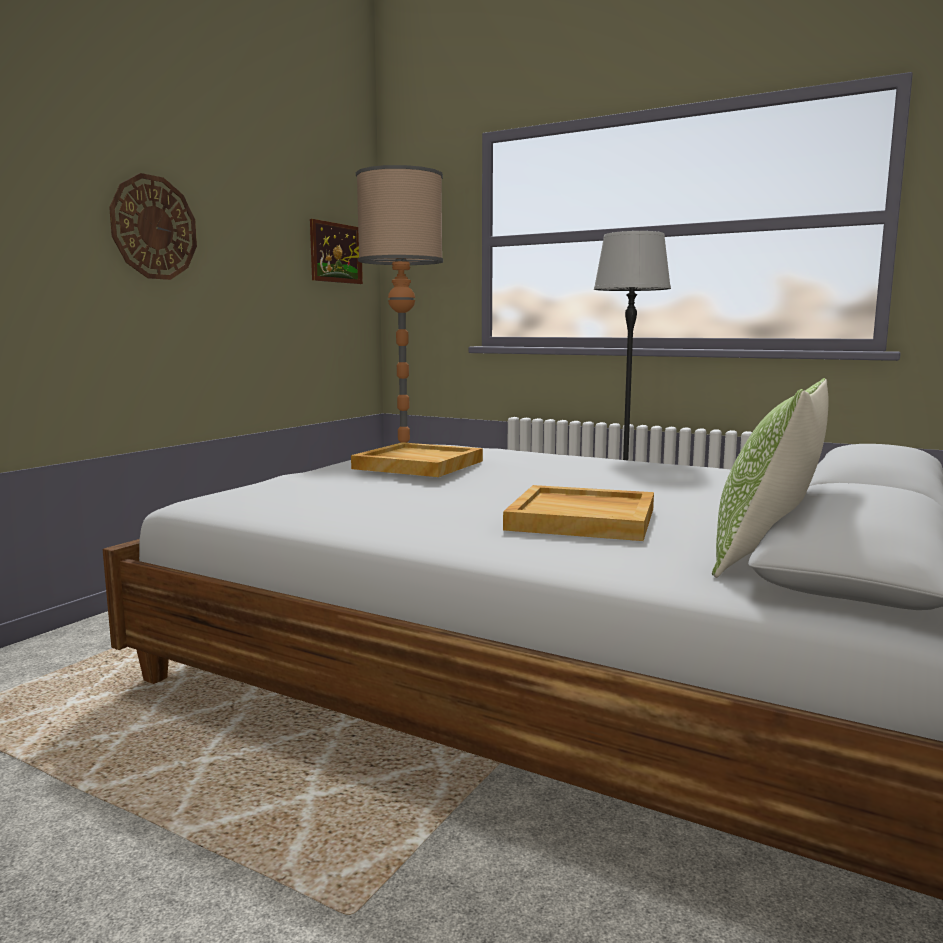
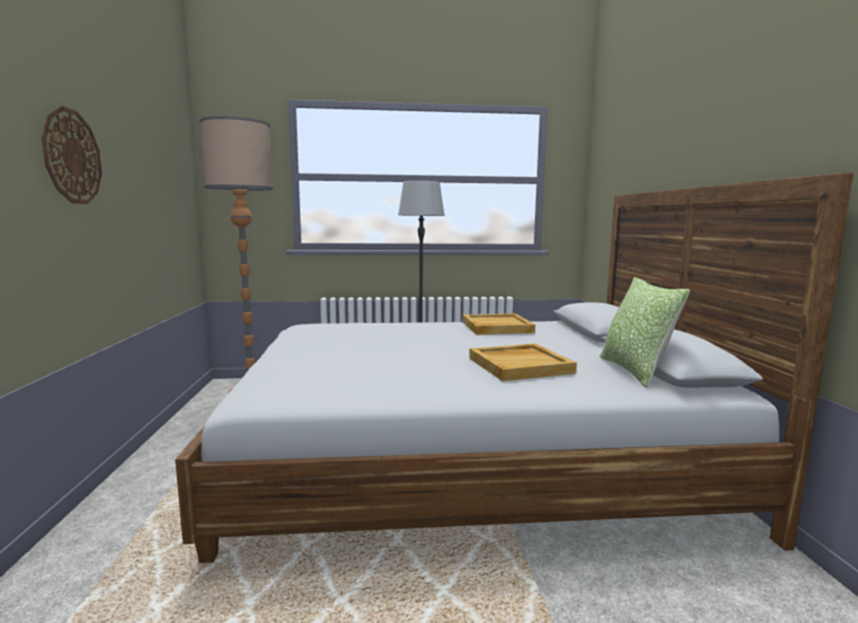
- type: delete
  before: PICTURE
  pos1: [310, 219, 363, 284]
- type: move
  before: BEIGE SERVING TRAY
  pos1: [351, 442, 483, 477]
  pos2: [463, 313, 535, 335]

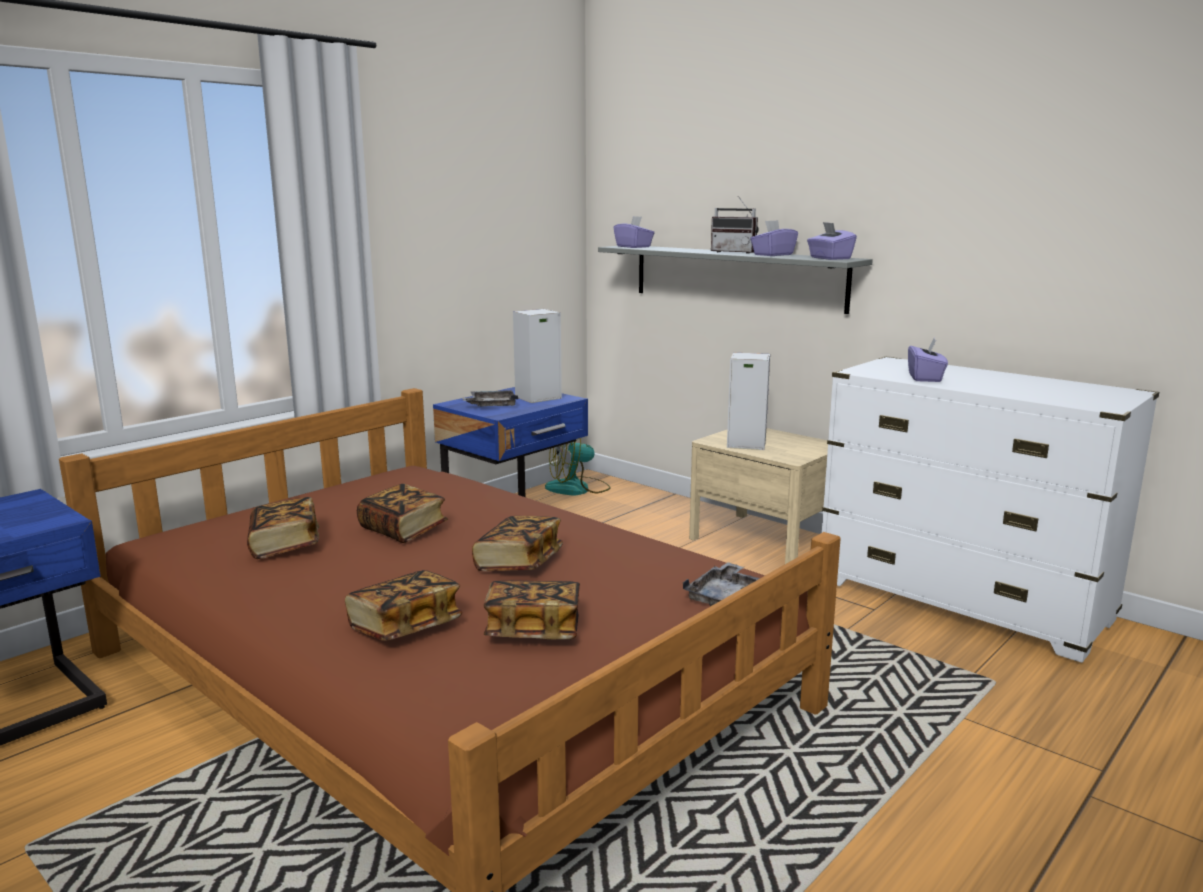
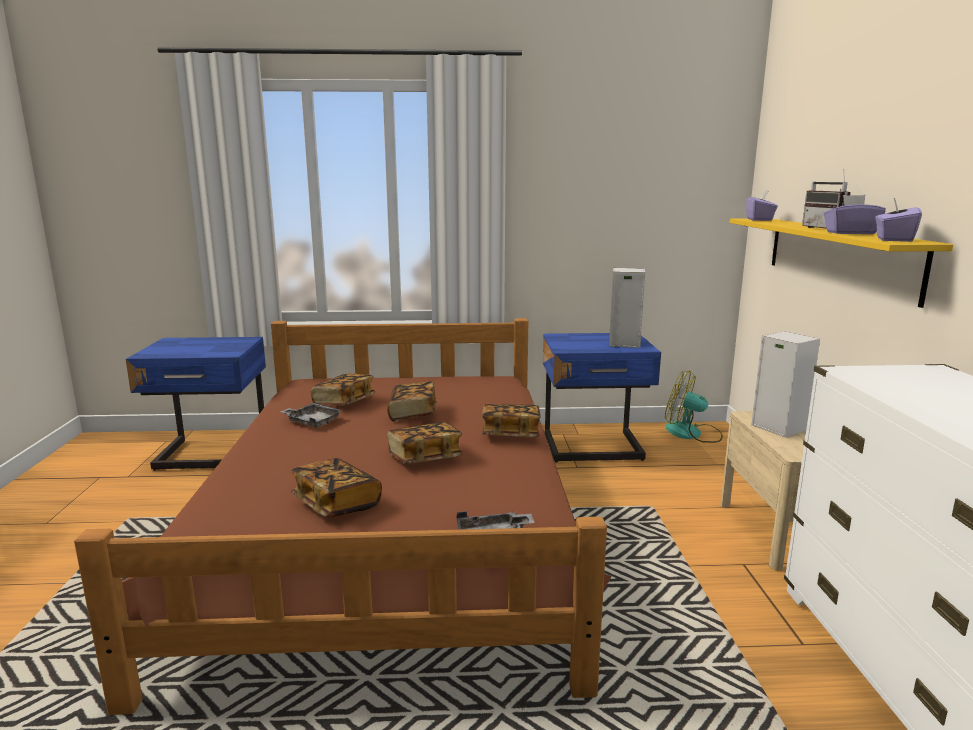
- type: move
  before: VOLUME
  pos1: [345, 570, 462, 641]
  pos2: [482, 404, 541, 437]
- type: move
  before: GREYISH SERVING TRAY
  pos1: [462, 390, 518, 406]
  pos2: [279, 403, 343, 428]
- type: recolor
  before: GREYISH WALL SHELF
  after: YELLOWISH WALL SHELF
  pos1: [598, 246, 873, 314]
  pos2: [729, 219, 953, 308]
- type: delete
  before: PURPLE TISSUE BOX
  pos1: [908, 339, 948, 382]

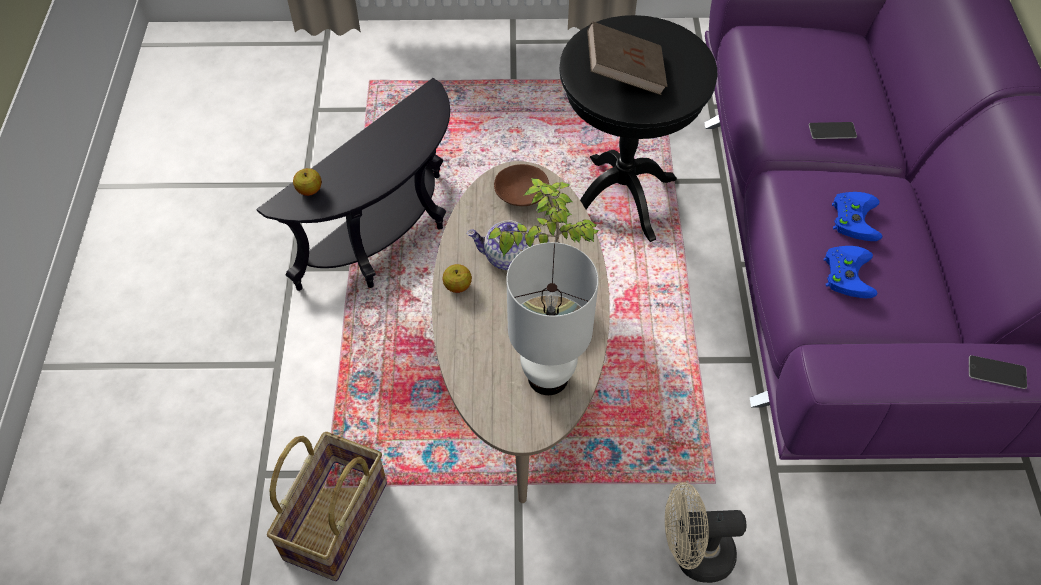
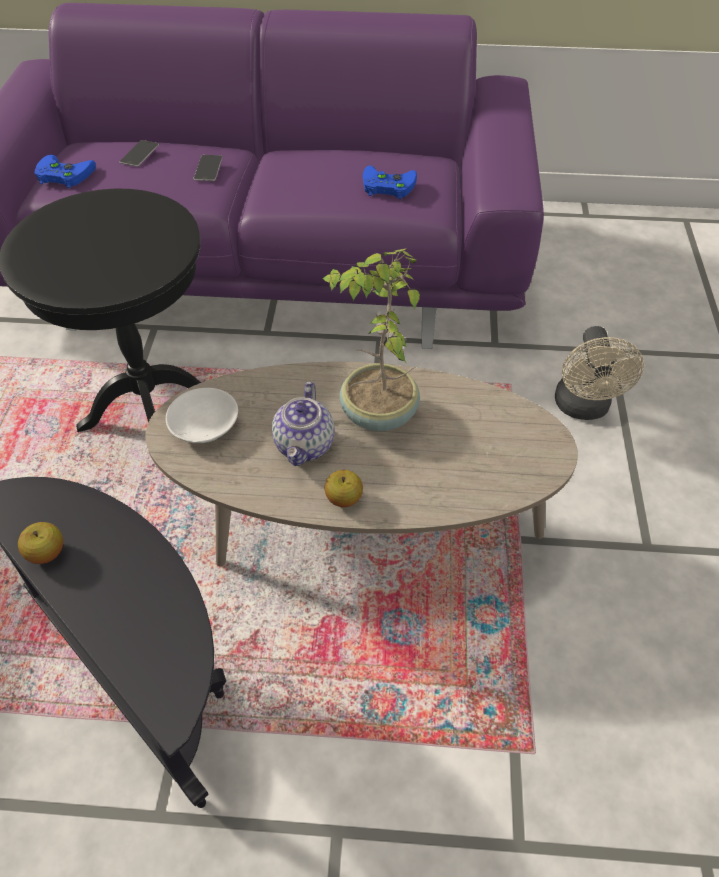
- type: delete
  before: BASKET
  pos1: [267, 432, 387, 581]
- type: move
  before: APPLE FRUIT
  pos1: [293, 168, 322, 196]
  pos2: [18, 522, 63, 564]
- type: recolor
  before: BROWN-COLOURED SERVING BOWL
  after: WHITE SERVING BOWL
  pos1: [494, 164, 549, 206]
  pos2: [166, 388, 238, 443]
- type: delete
  before: WHITE LAMP FOR A TABLE
  pos1: [506, 242, 599, 395]
- type: delete
  before: BROWN-COLOURED VOLUME
  pos1: [587, 22, 667, 95]
- type: move
  before: BLUE GAMEPAD
  pos1: [832, 192, 882, 241]
  pos2: [35, 155, 96, 188]
- type: move
  before: PHONE
  pos1: [969, 355, 1027, 389]
  pos2: [119, 140, 159, 167]

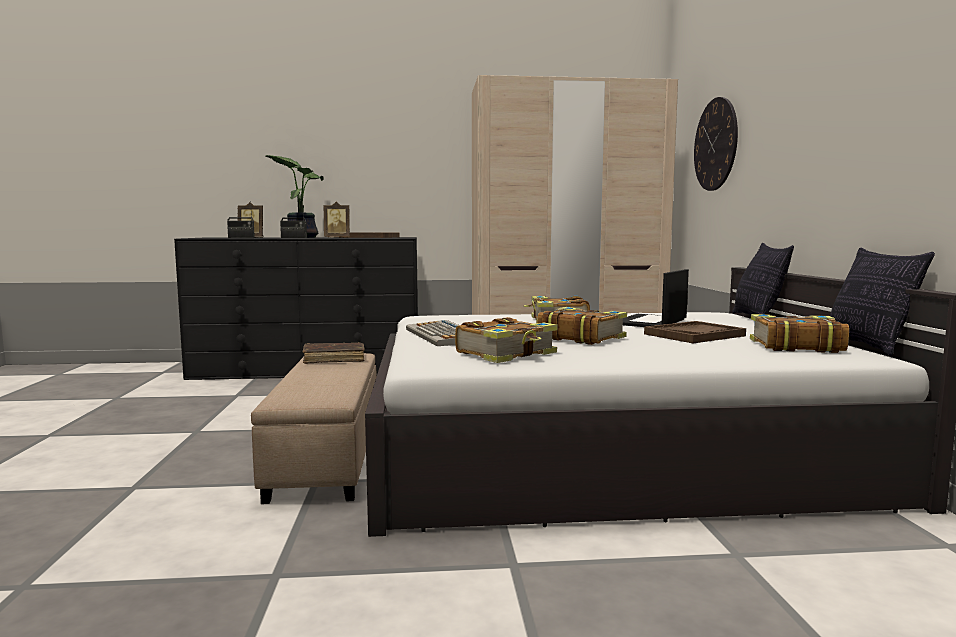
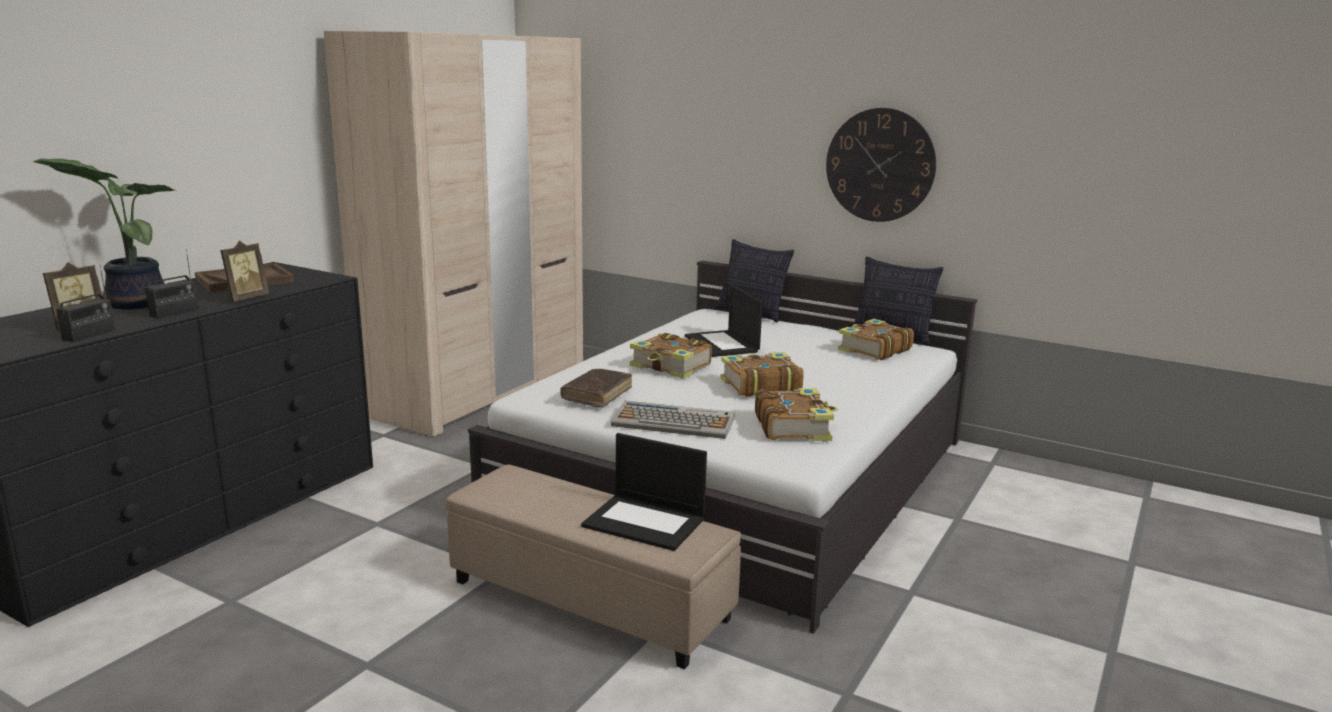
- type: move
  before: BROWN-COLOURED VOLUME
  pos1: [303, 342, 365, 364]
  pos2: [560, 369, 632, 408]
- type: delete
  before: BROWN-COLOURED SERVING TRAY
  pos1: [644, 321, 746, 343]
- type: move
  before: CLOCK ON THE WALL
  pos1: [694, 97, 738, 191]
  pos2: [826, 108, 936, 222]
- type: insert
  after: NOTEBOOK COMPUTER
  pos2: [581, 433, 707, 551]

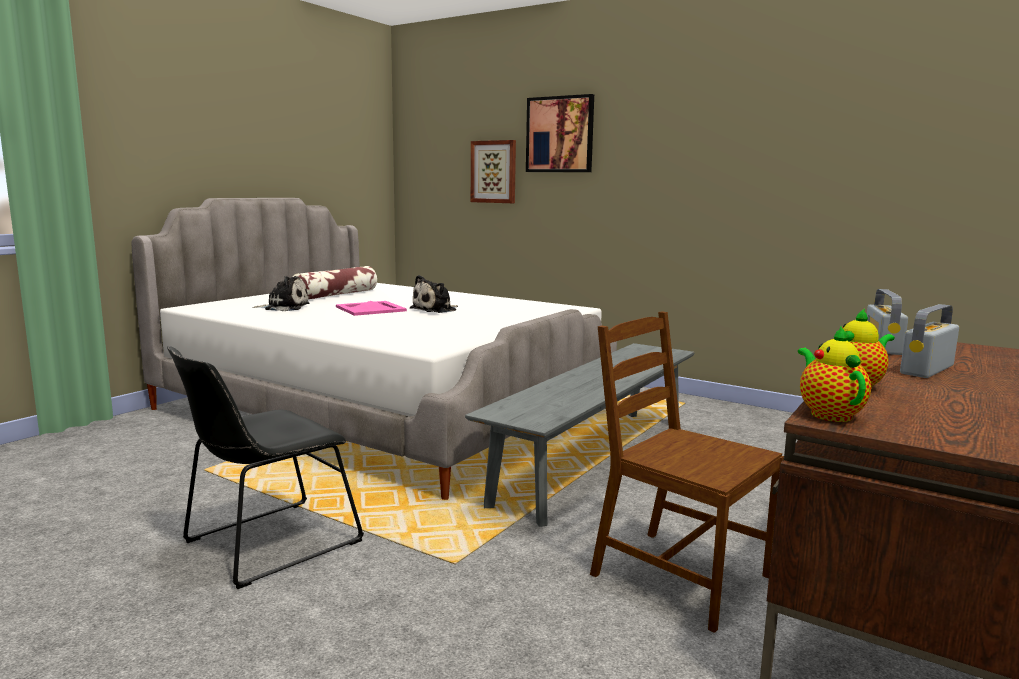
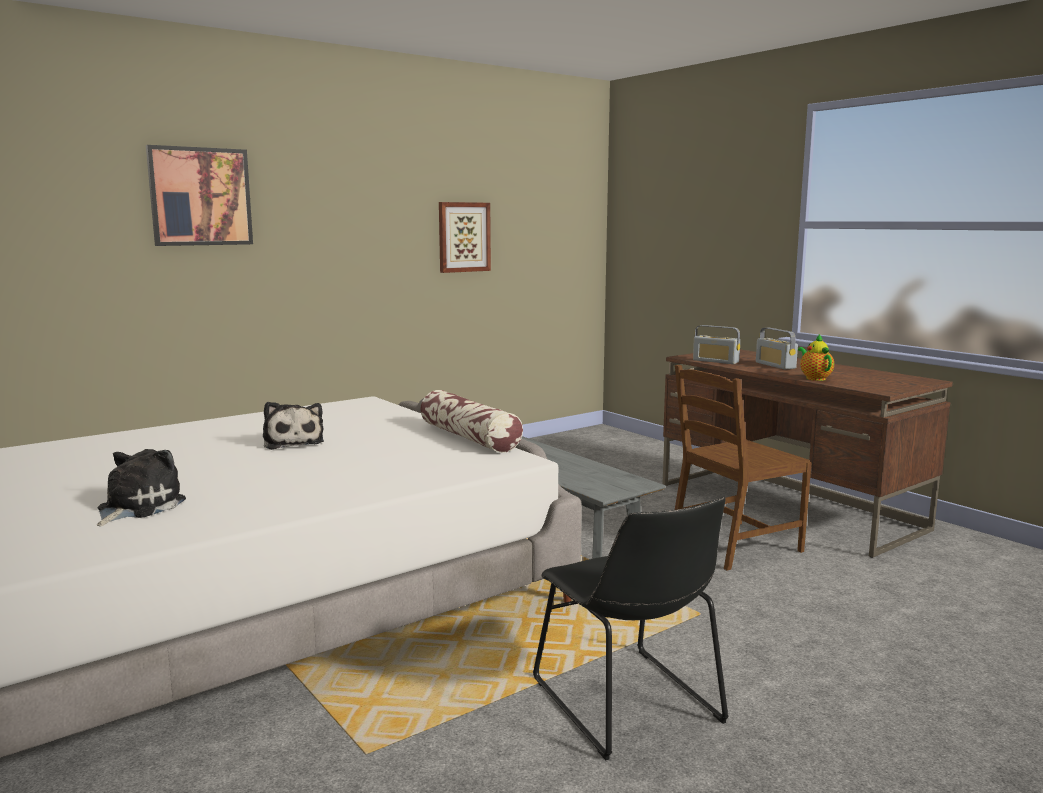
- type: move
  before: PILLOW
  pos1: [292, 266, 377, 299]
  pos2: [420, 390, 523, 453]
- type: delete
  before: PINK SERVING TRAY
  pos1: [336, 301, 407, 316]
- type: move
  before: PICTURE
  pos1: [471, 140, 516, 203]
  pos2: [439, 202, 491, 273]
- type: delete
  before: TEA POT
  pos1: [798, 326, 871, 422]

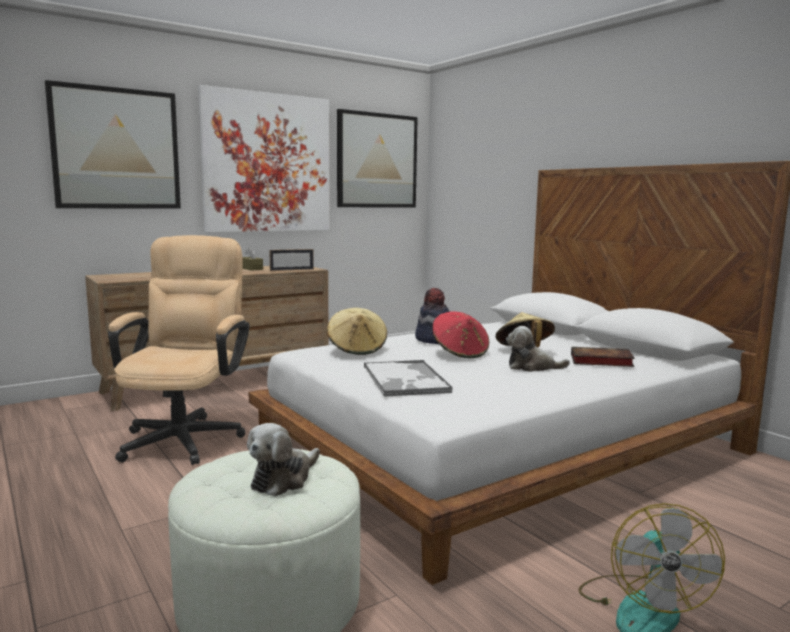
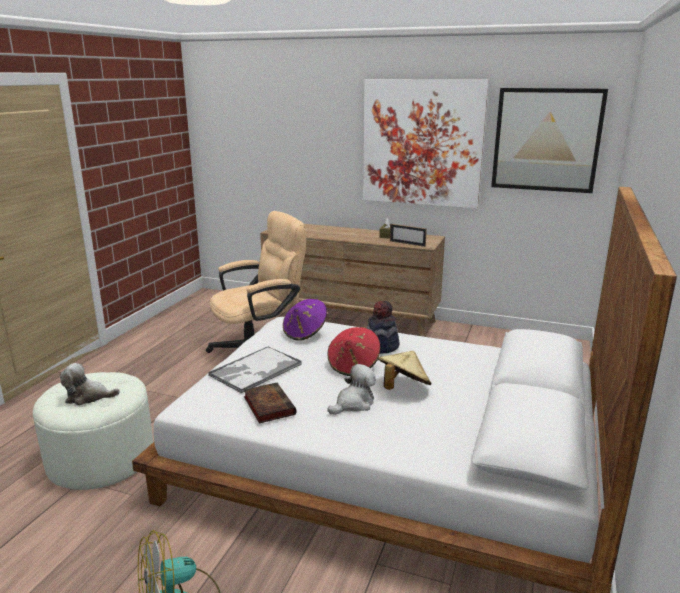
- type: delete
  before: PICTURE
  pos1: [45, 80, 181, 209]
- type: recolor
  before: BEIGE WEARABLE HAT
  after: PURPLE WEARABLE HAT
  pos1: [327, 308, 387, 355]
  pos2: [283, 299, 327, 341]
- type: rotate
  before: SOFT TOY
  pos1: [506, 326, 570, 372]
  pos2: [327, 364, 376, 415]
  turn: 75
- type: move
  before: VOLUME
  pos1: [571, 347, 635, 367]
  pos2: [244, 383, 296, 424]

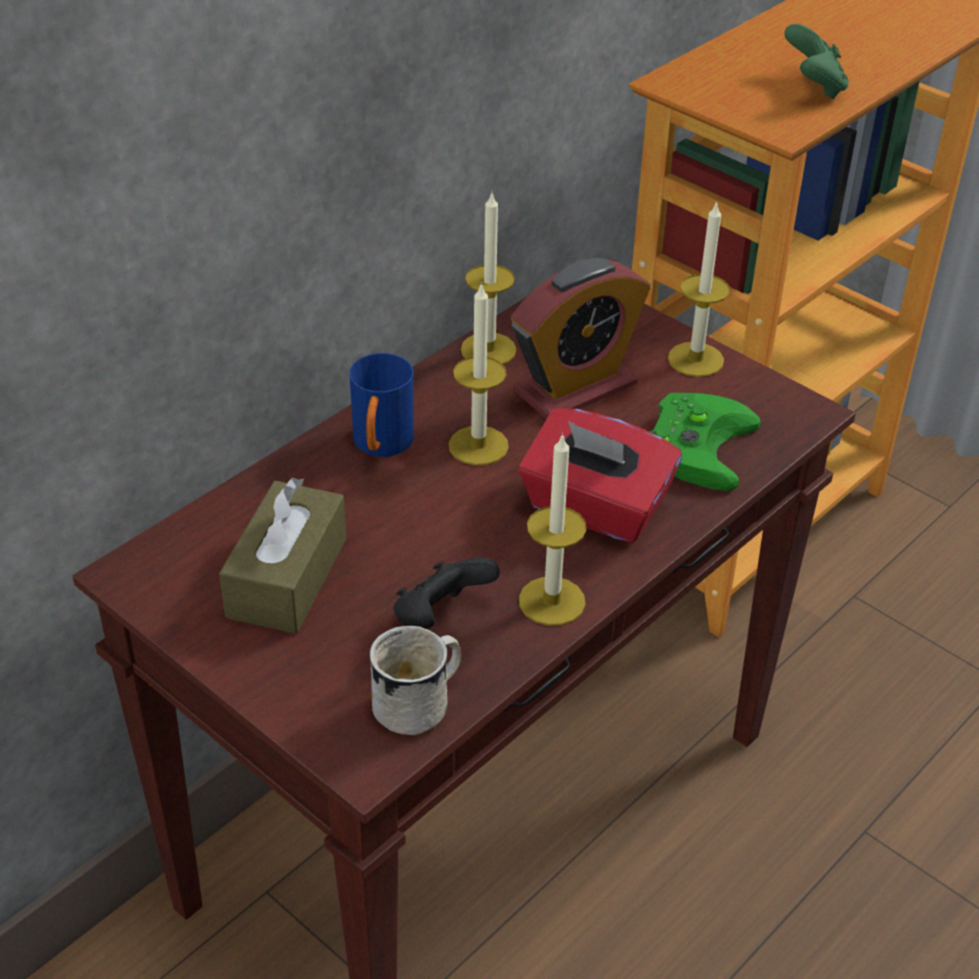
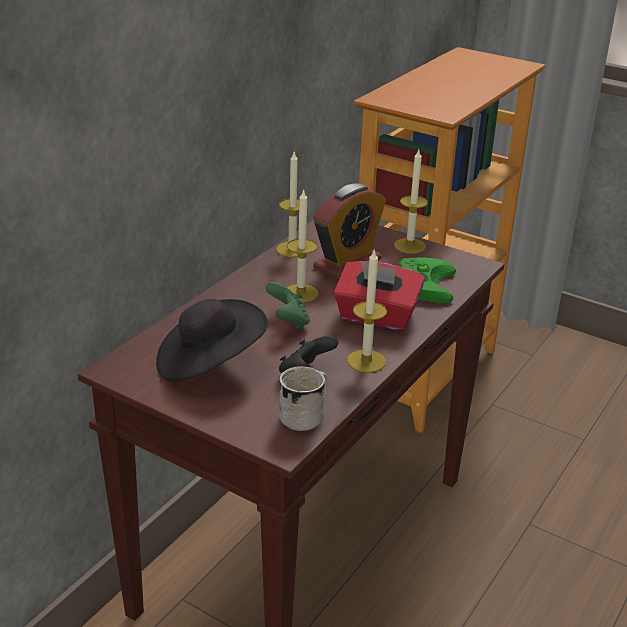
- type: replace
  before: BROWN-COLOURED TISSUE BOX
  after: BLACK-COLOURED WEARABLE HAT
  pos1: [219, 477, 346, 634]
  pos2: [156, 299, 268, 382]
- type: delete
  before: BLUE COFFEE MUG
  pos1: [350, 353, 414, 457]
- type: move
  before: GREEN GAMEPAD
  pos1: [785, 24, 849, 99]
  pos2: [266, 282, 310, 330]

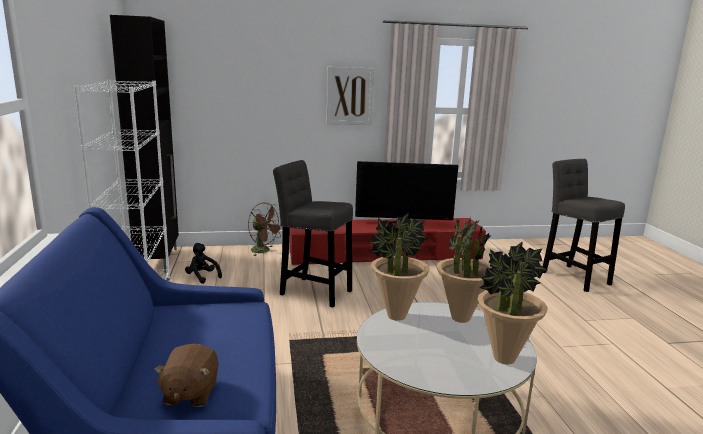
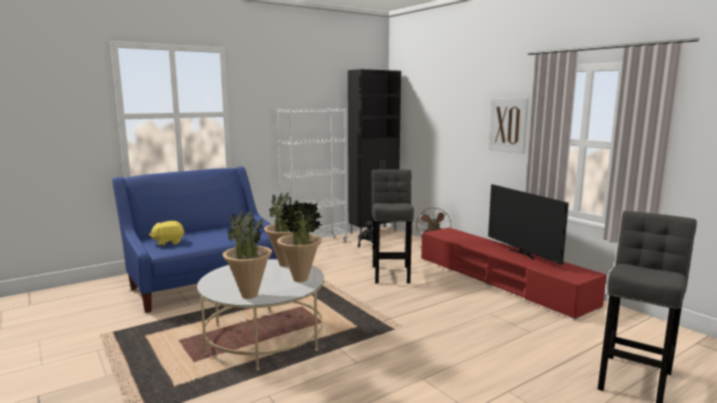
- type: recolor
  before: BROWN-COLOURED SOFT TOY
  after: YELLOWISH SOFT TOY
  pos1: [154, 344, 219, 407]
  pos2: [149, 221, 185, 246]

